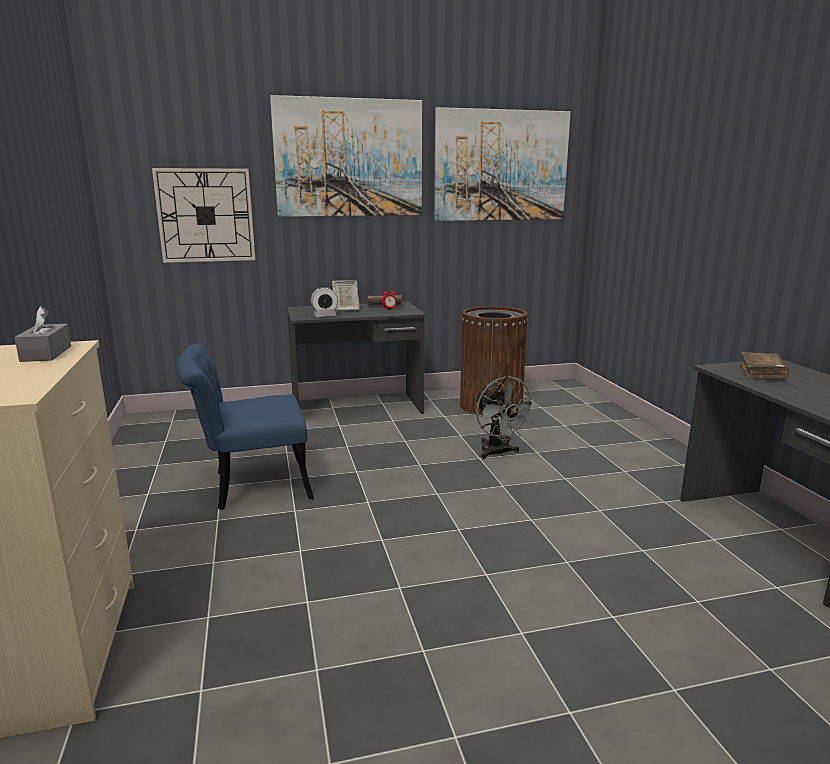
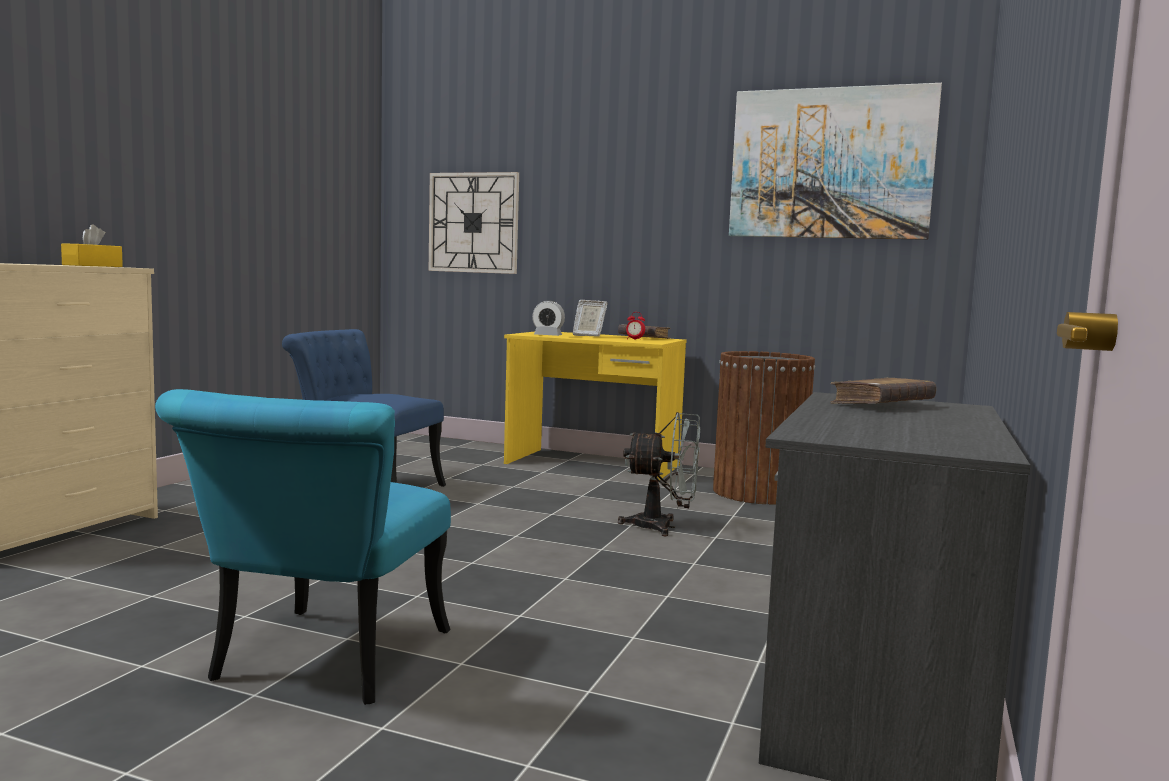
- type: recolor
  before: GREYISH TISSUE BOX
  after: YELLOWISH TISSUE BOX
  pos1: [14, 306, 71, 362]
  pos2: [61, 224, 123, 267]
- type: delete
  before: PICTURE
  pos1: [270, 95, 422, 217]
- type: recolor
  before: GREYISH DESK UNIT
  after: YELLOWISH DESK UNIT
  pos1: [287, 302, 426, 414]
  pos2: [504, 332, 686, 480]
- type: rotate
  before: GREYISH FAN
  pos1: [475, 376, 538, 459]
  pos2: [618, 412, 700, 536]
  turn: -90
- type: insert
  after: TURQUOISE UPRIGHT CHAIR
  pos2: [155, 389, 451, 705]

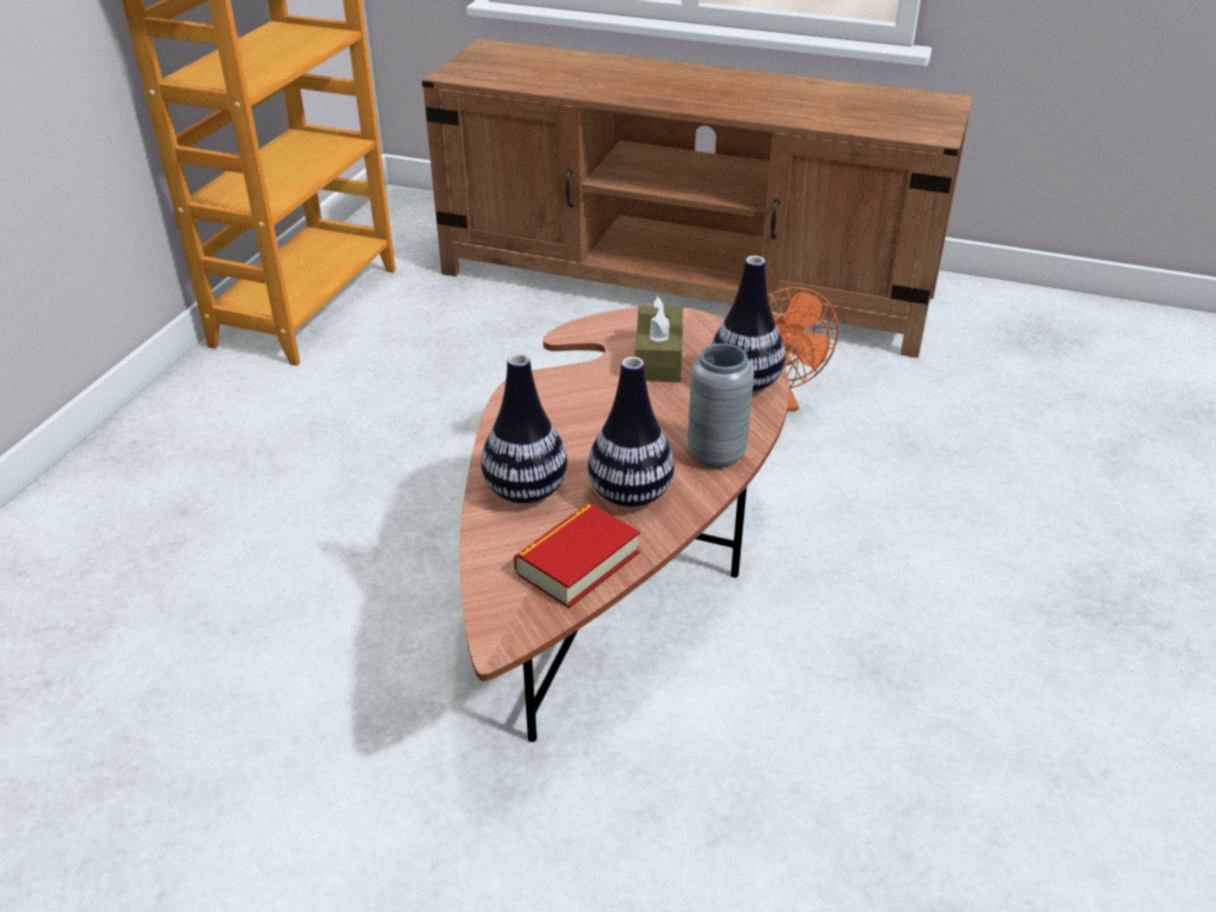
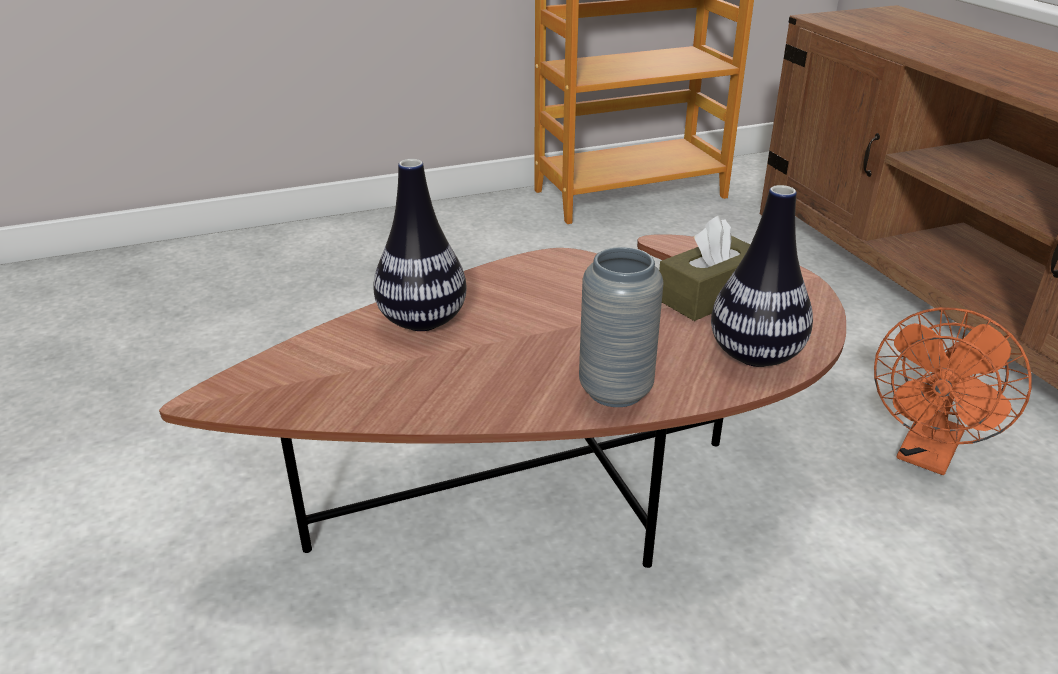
- type: delete
  before: VOLUME
  pos1: [514, 503, 640, 608]
- type: delete
  before: VASE
  pos1: [588, 357, 674, 507]

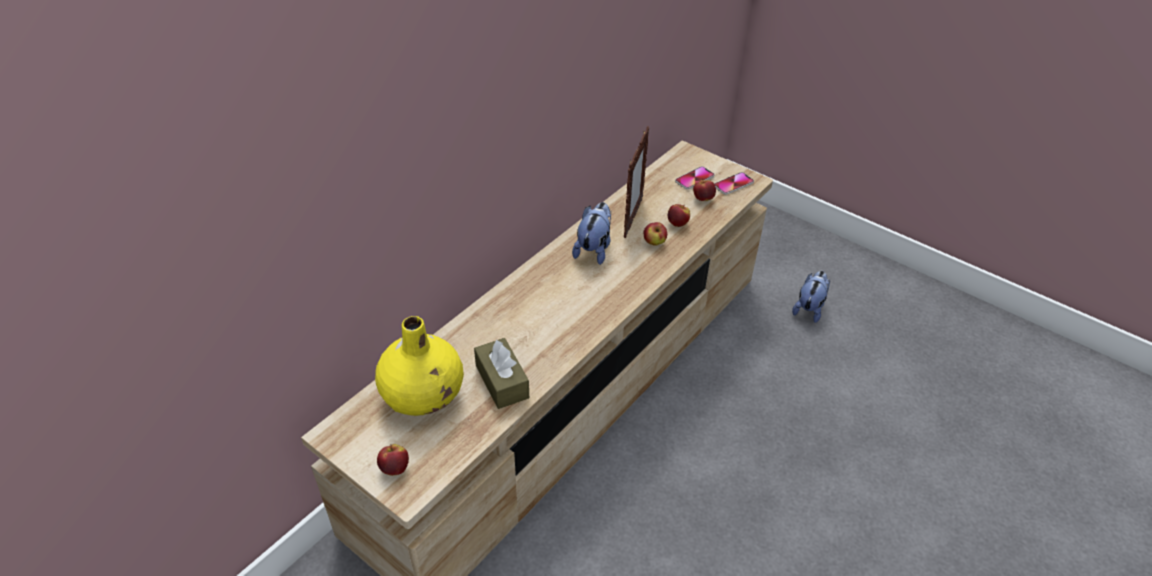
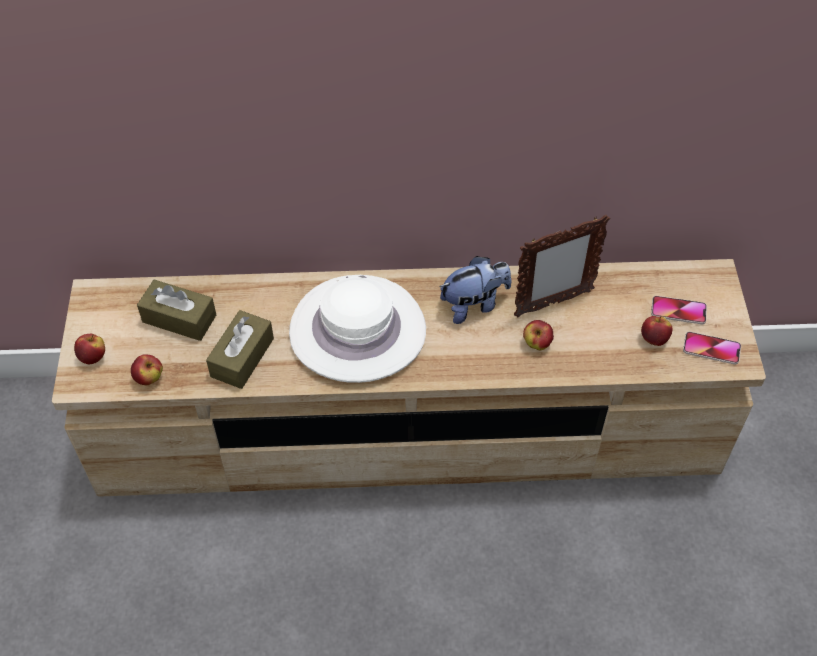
- type: replace
  before: YELLOWISH VASE
  after: BROWN-COLOURED TISSUE BOX
  pos1: [375, 316, 464, 416]
  pos2: [137, 280, 216, 341]
- type: move
  before: APPLE FRUIT
  pos1: [668, 204, 690, 227]
  pos2: [131, 354, 163, 385]
- type: delete
  before: SOFT TOY
  pos1: [792, 271, 830, 323]
- type: insert
  after: WHITE WEARABLE HAT
  pos2: [289, 275, 426, 383]

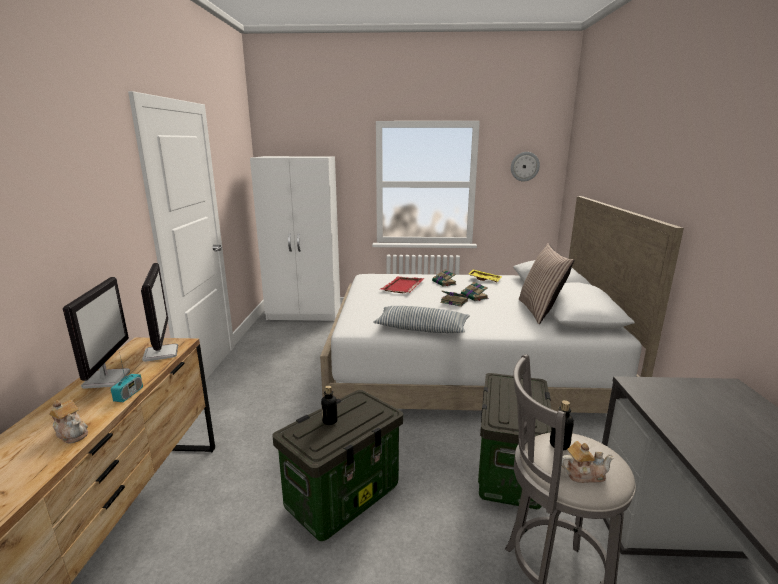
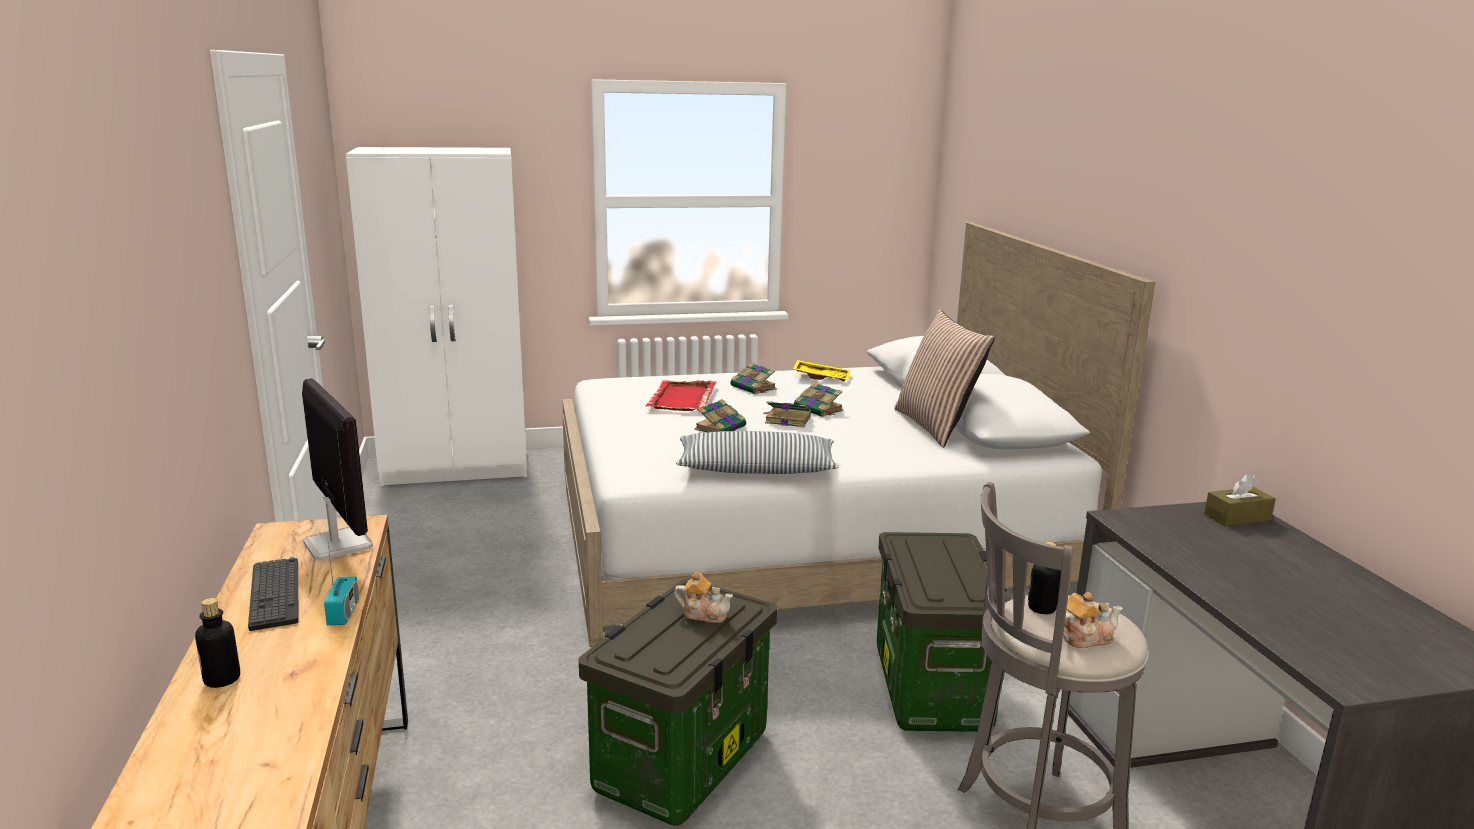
- type: move
  before: TEA POT
  pos1: [49, 400, 88, 443]
  pos2: [674, 572, 733, 623]
- type: replace
  before: MONITOR
  after: KEYBOARD
  pos1: [63, 277, 130, 389]
  pos2: [248, 557, 298, 631]
- type: move
  before: BEVERAGE BOTTLE
  pos1: [321, 385, 337, 425]
  pos2: [195, 598, 240, 688]
- type: delete
  before: CLOCK ON THE WALL
  pos1: [511, 152, 540, 182]
- type: insert
  after: VOLUME
  pos2: [694, 399, 746, 432]
- type: insert
  after: BROWN-COLOURED TISSUE BOX
  pos2: [1204, 474, 1276, 526]

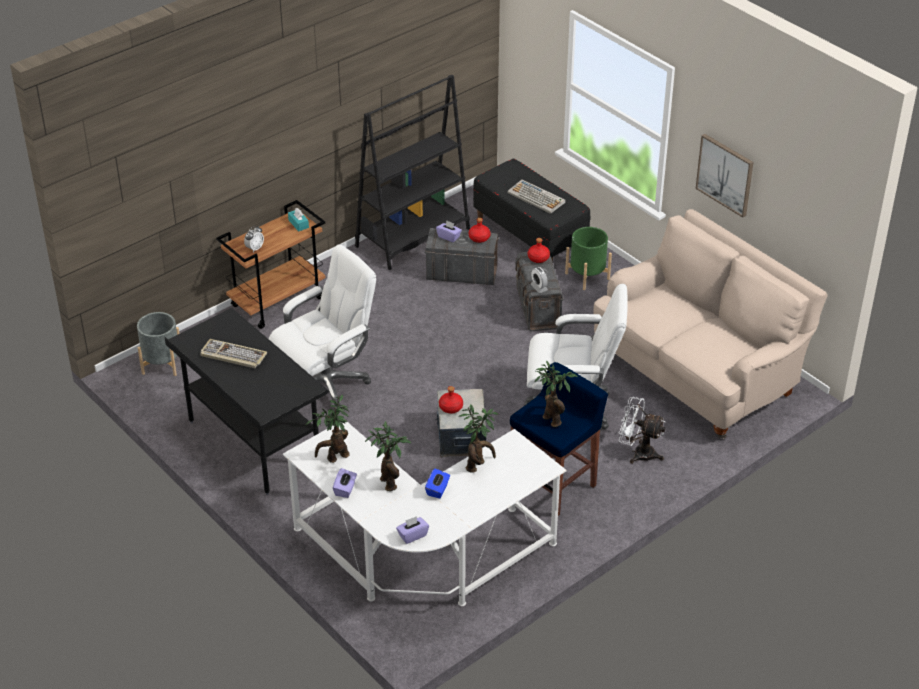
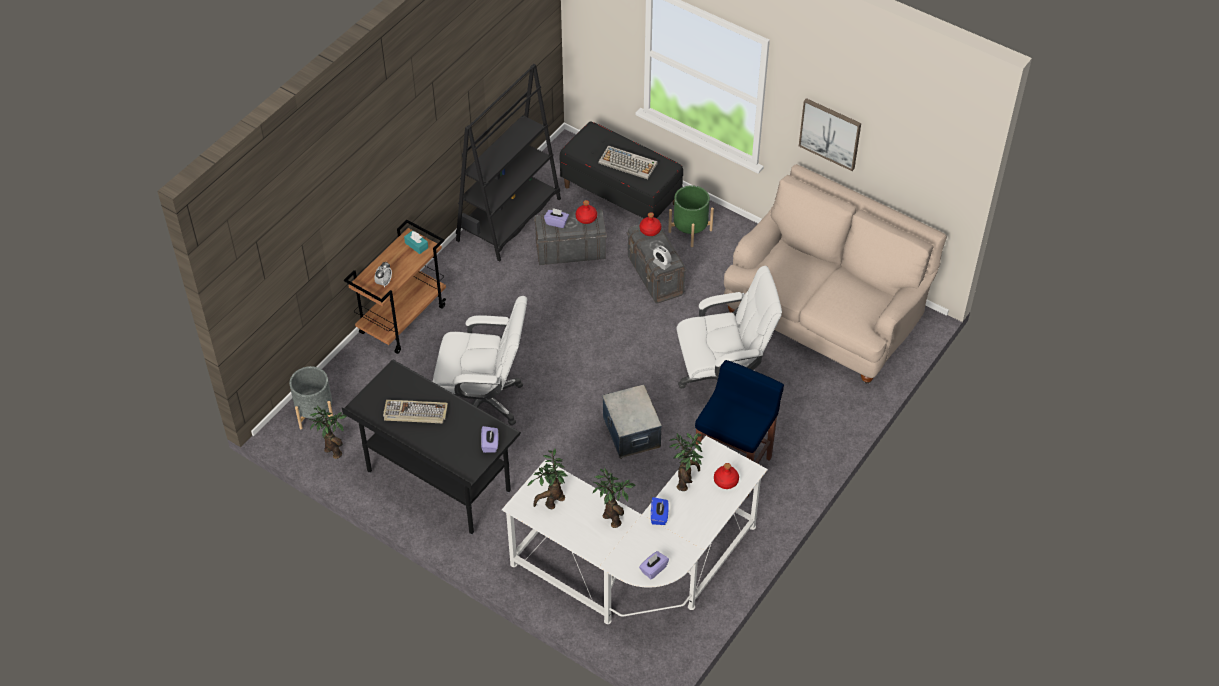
- type: rotate
  before: WHITE DESK CHAIR
  pos1: [269, 245, 376, 411]
  pos2: [433, 296, 527, 426]
  turn: 60
- type: move
  before: PURPLE TISSUE BOX
  pos1: [333, 468, 357, 498]
  pos2: [481, 426, 498, 453]
- type: move
  before: RED-COLOURED BEVERAGE BOTTLE
  pos1: [439, 386, 463, 414]
  pos2: [714, 463, 739, 489]
- type: move
  before: HOUSEPLANT
  pos1: [535, 360, 578, 427]
  pos2: [309, 406, 347, 459]
- type: delete
  before: WHITE FAN
  pos1: [619, 397, 666, 464]

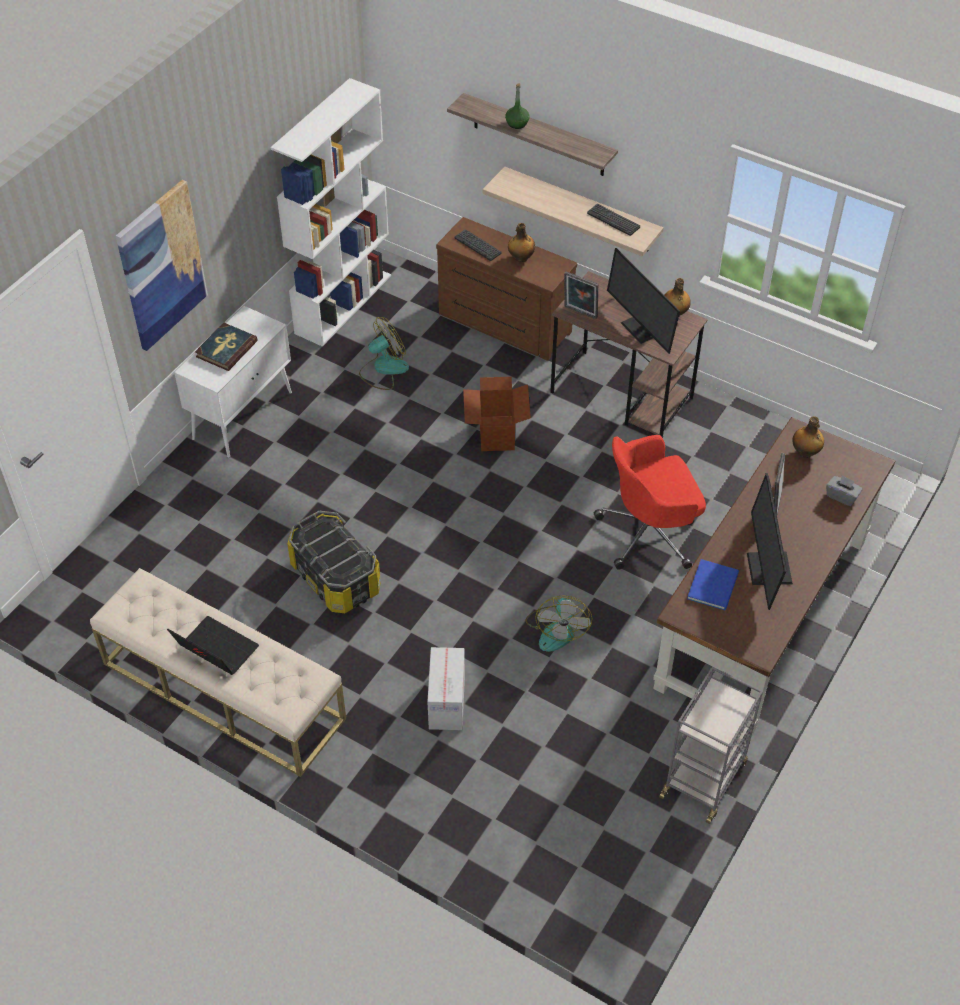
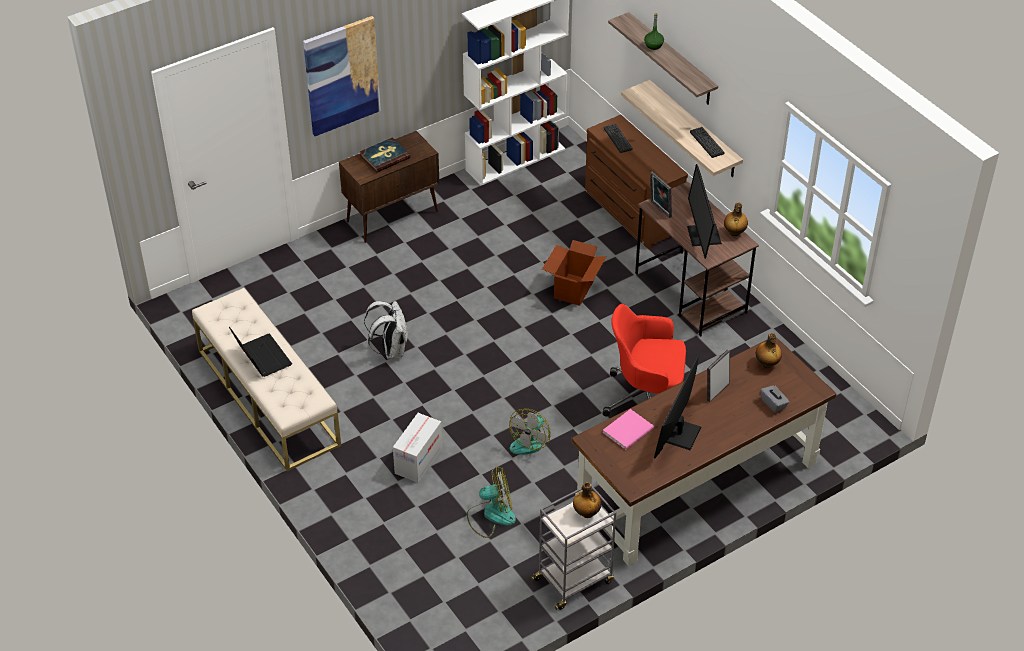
- type: recolor
  before: WHITE CABINET
  after: BROWN-COLOURED CABINET
  pos1: [174, 306, 292, 458]
  pos2: [339, 131, 440, 243]
- type: replace
  before: STORAGE BOX
  after: WHITE RUCKSACK
  pos1: [287, 511, 381, 613]
  pos2: [364, 301, 408, 359]
- type: move
  before: FAN
  pos1: [359, 317, 409, 390]
  pos2: [467, 467, 516, 538]
- type: move
  before: BEVERAGE BOTTLE
  pos1: [508, 223, 535, 262]
  pos2: [573, 482, 601, 518]
- type: recolor
  before: BLUE VOLUME
  after: PINK VOLUME
  pos1: [687, 559, 739, 610]
  pos2: [603, 409, 654, 450]

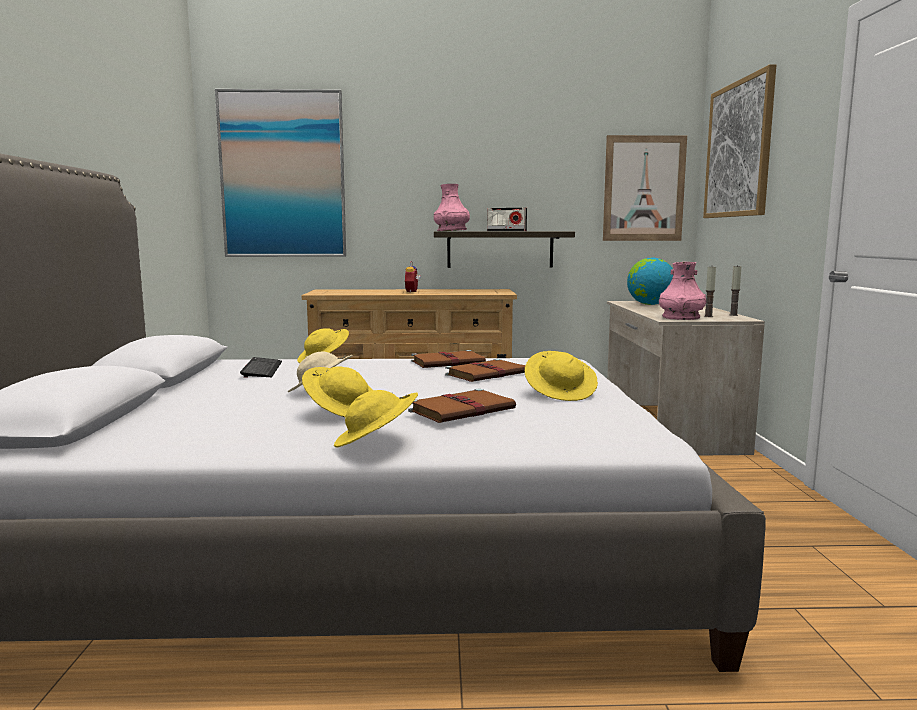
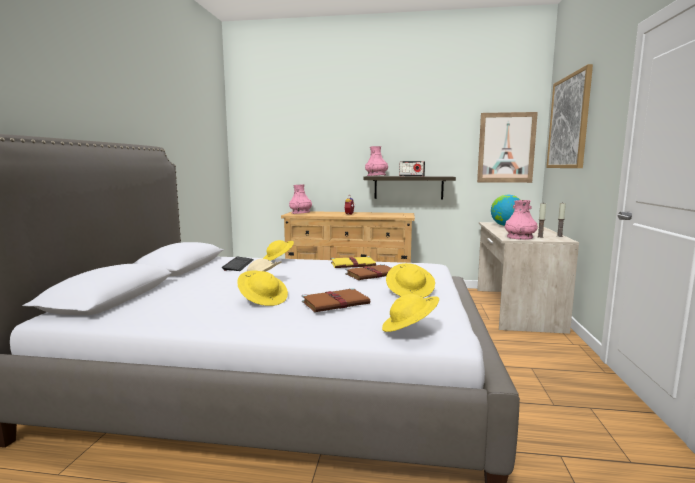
- type: delete
  before: PICTURE
  pos1: [215, 89, 346, 257]
- type: move
  before: YELLOWISH WEARABLE HAT
  pos1: [334, 390, 418, 448]
  pos2: [382, 294, 439, 332]
- type: recolor
  before: BROWN-COLOURED VOLUME
  after: YELLOWISH VOLUME
  pos1: [411, 350, 486, 368]
  pos2: [331, 256, 376, 268]
- type: insert
  after: PINK VASE
  pos2: [289, 184, 312, 214]

